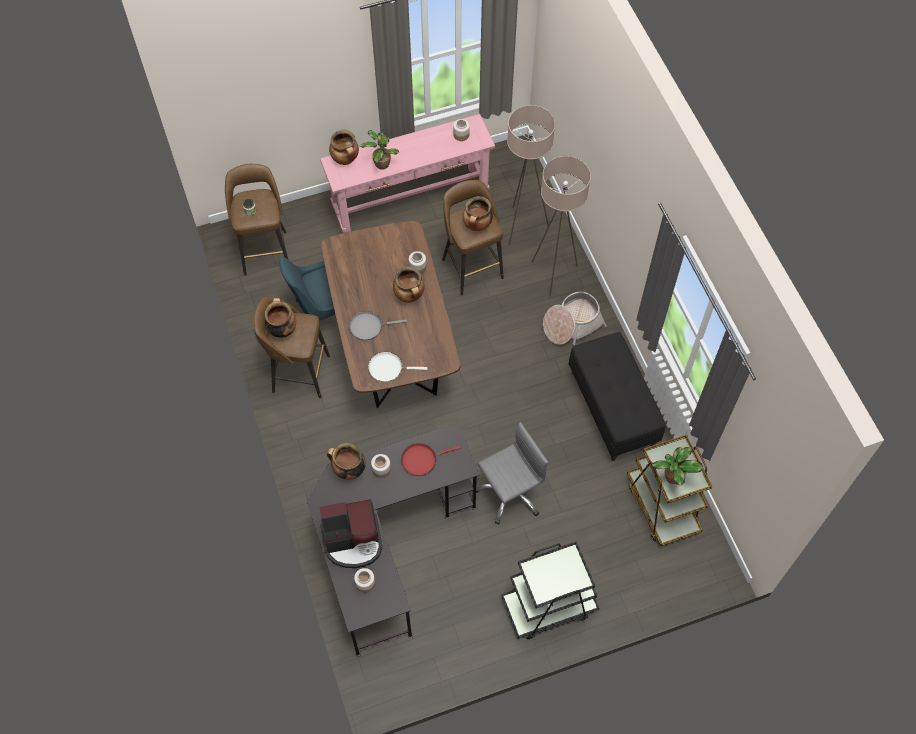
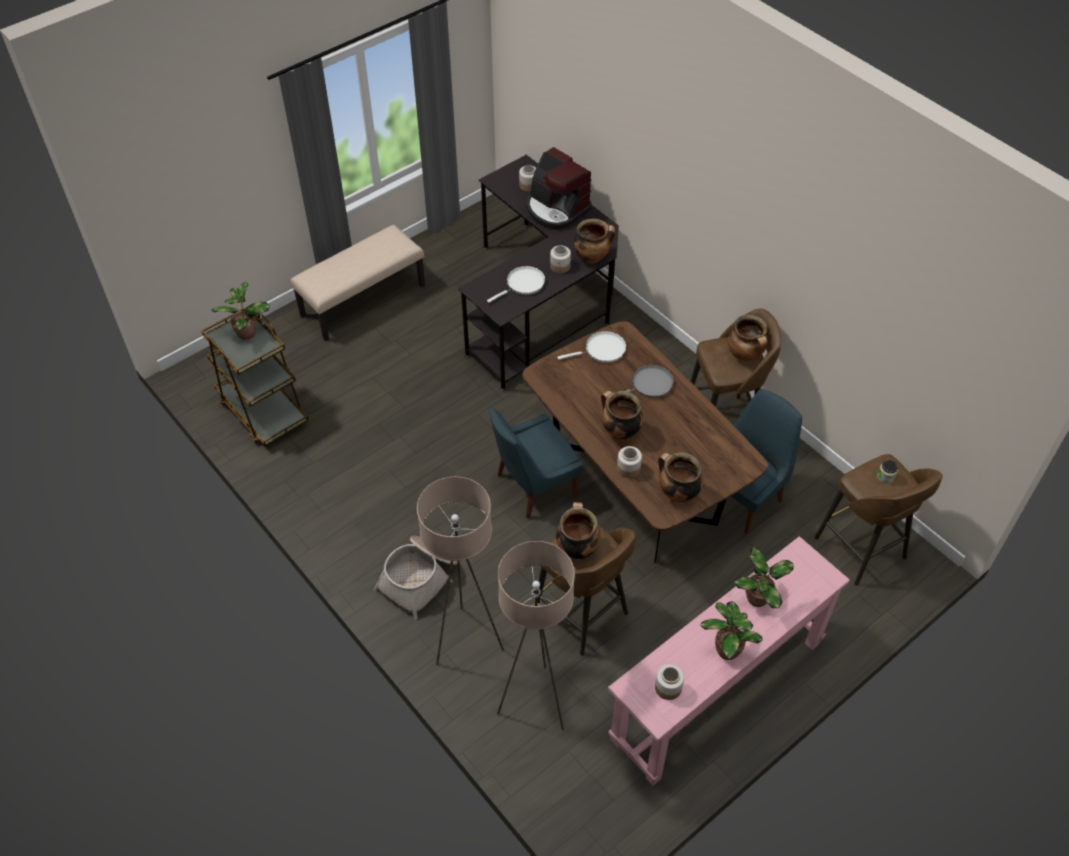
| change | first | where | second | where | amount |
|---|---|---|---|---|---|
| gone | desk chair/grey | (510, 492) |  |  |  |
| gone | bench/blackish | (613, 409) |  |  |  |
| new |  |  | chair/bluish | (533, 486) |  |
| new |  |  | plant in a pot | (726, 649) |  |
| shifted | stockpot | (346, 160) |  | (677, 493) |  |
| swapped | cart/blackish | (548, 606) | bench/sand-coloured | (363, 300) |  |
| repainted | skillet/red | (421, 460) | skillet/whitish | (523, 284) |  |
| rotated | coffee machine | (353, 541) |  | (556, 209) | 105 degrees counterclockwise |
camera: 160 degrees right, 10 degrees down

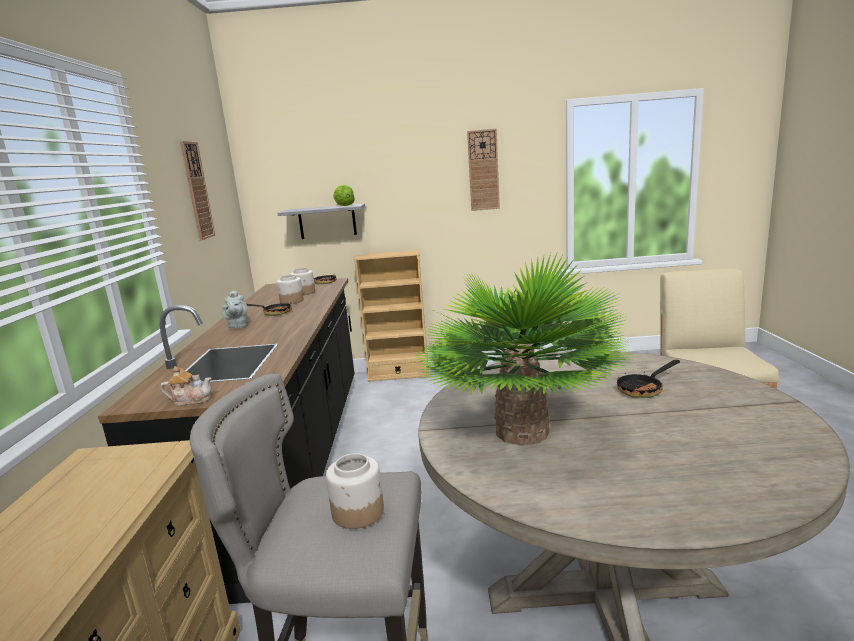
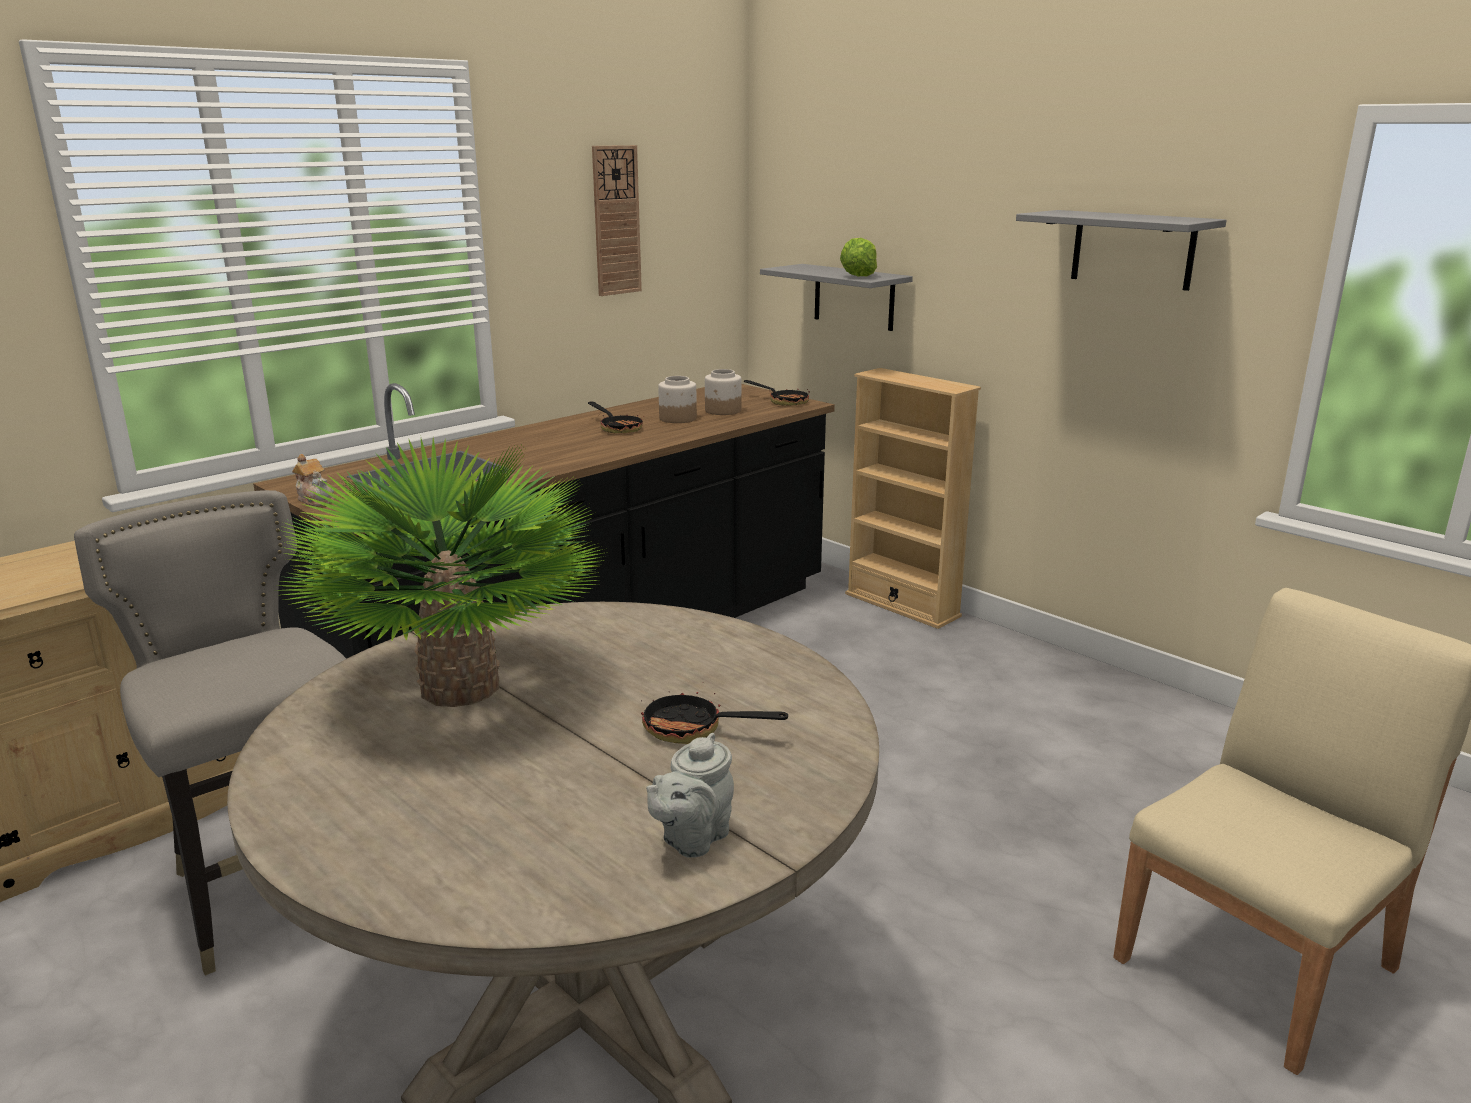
| change | first | where | second | where | amount |
|---|---|---|---|---|---|
| gone | jar | (358, 512) |  |  |  |
| shifted | tea pot/grey | (238, 326) |  | (692, 839) |  |
| swapped | wall clock | (483, 170) | bracket shelf/grey | (1132, 249) |  |
camera: 45 degrees right, 5 degrees up

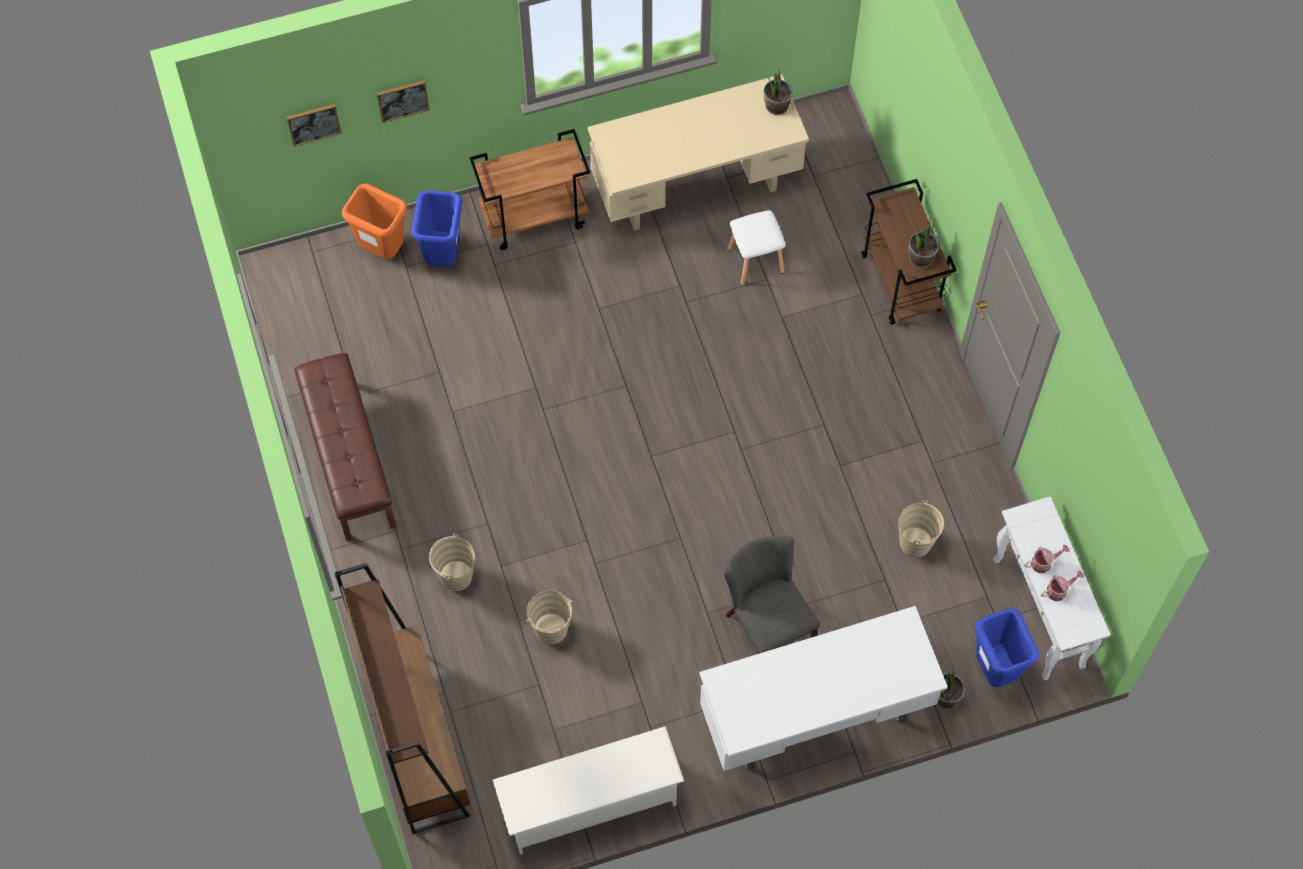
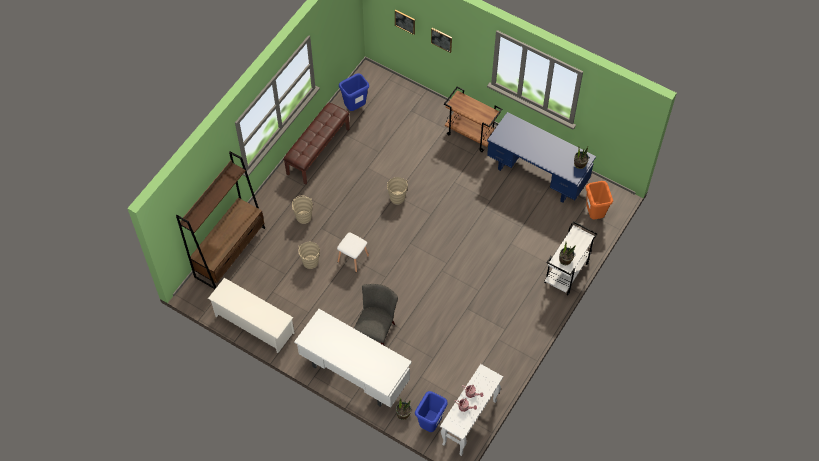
| change | first | where | second | where | amount |
|---|---|---|---|---|---|
| shifted | trash can/orange-coloured | (383, 250) |  | (594, 214) |  |
| shifted | trash can/bluish | (443, 256) |  | (355, 107) |  |
| shifted | stool/whitish | (754, 261) |  | (352, 258) |  |
| shifted | bucket/sand-coloured | (915, 543) |  | (397, 198) |  |
| repainted | desk table/sand-coloured | (696, 186) | desk table/bluish | (537, 175) |  |
| repainted | cart/brown | (901, 283) | cart/whitish | (566, 273) |  |
camera: 50 degrees right, 5 degrees down

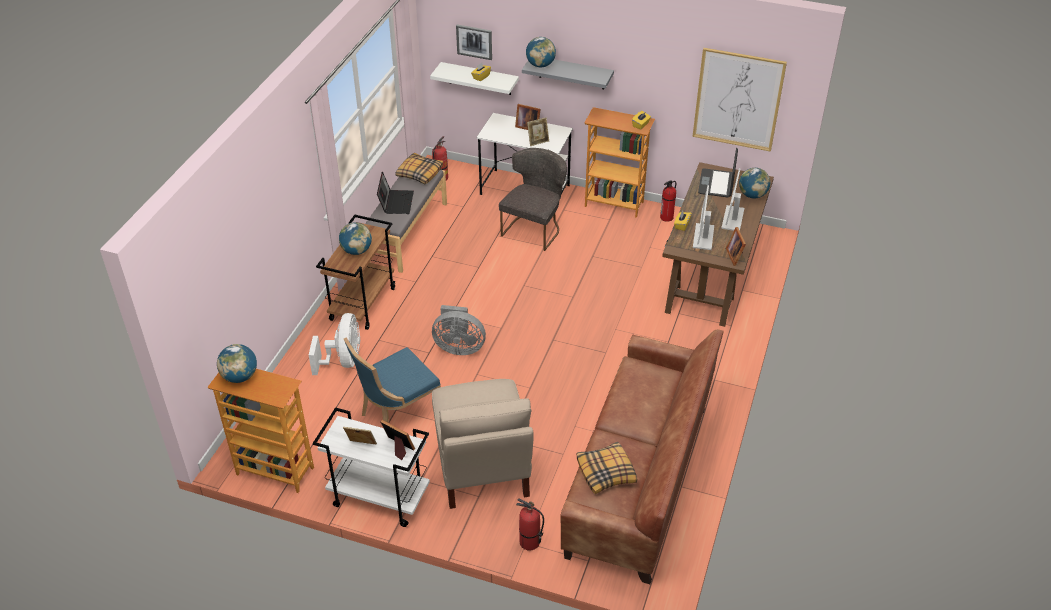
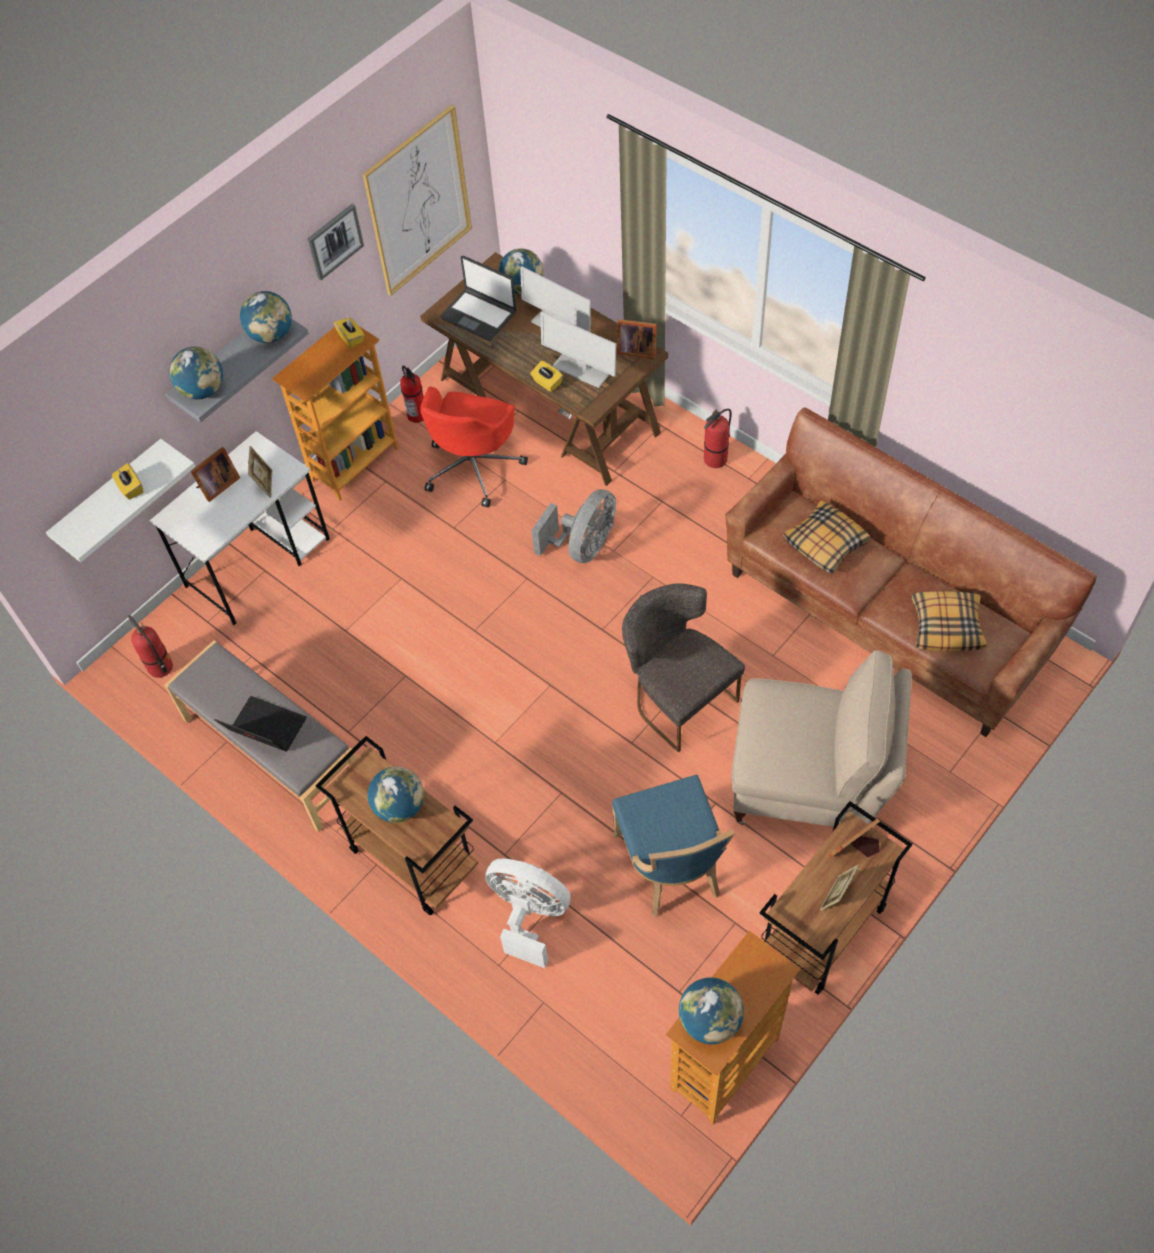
| change | first | where | second | where | amount |
|---|---|---|---|---|---|
| new |  |  | desk globe | (271, 334) |  |
| new |  |  | desk chair/red | (474, 466) |  |
| shifted | pillow | (419, 173) |  | (825, 543) |  |
| shifted | electric fan/grey | (459, 347) |  | (583, 547) |  |
| shifted | wall picture | (474, 41) |  | (334, 241) |  |
| shifted | chair/grey | (534, 228) |  | (677, 698) |  |
| shifted | fire-fighting cylinder | (529, 542) |  | (715, 459) |  |
| repainted | cart/whitish | (378, 498) | cart/brown | (822, 931) |  |
camera: 65 degrees left, 15 degrees up

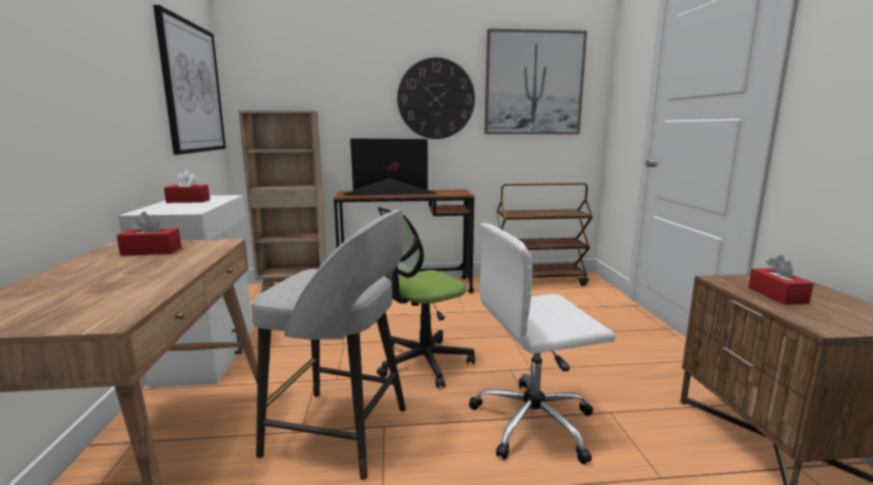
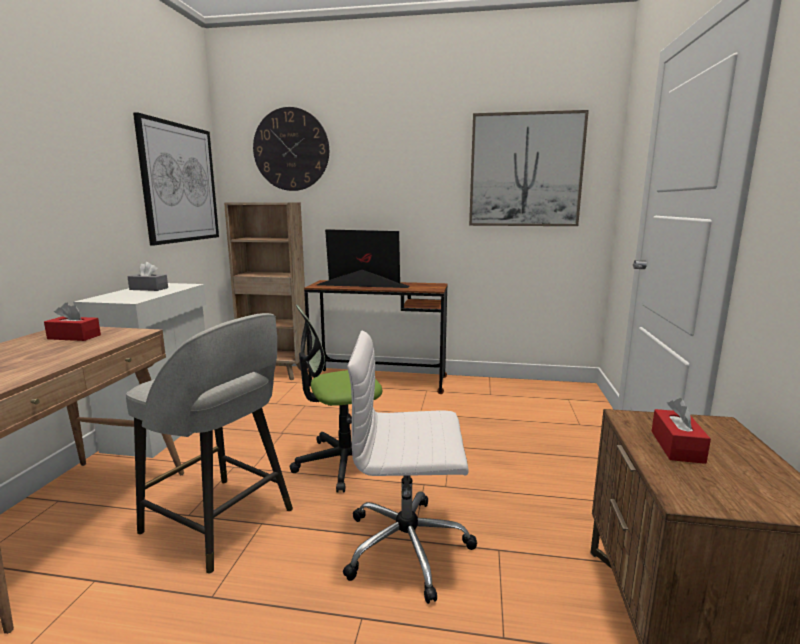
| change | first | where | second | where | amount |
|---|---|---|---|---|---|
| gone | cart/brown | (539, 281) |  |  |  |
| shifted | wall clock | (436, 99) |  | (291, 149) |  |
| repainted | box of tissues/red | (188, 201) | box of tissues/grey | (149, 289) |  |
camera: 15 degrees right, 0 degrees up

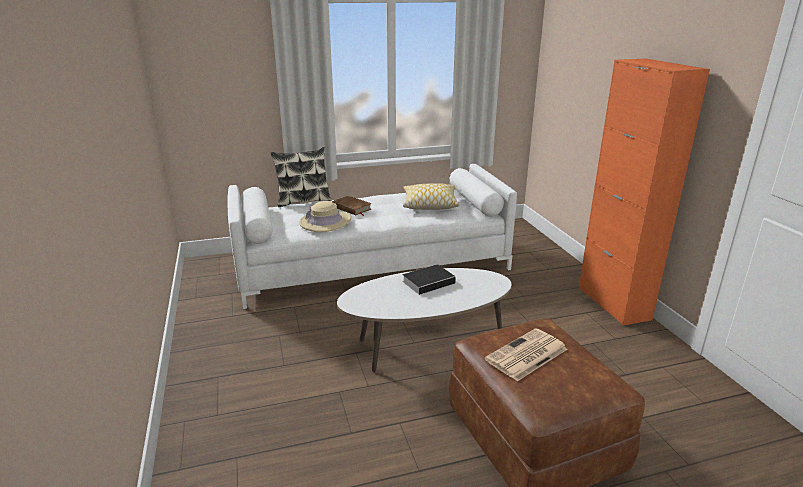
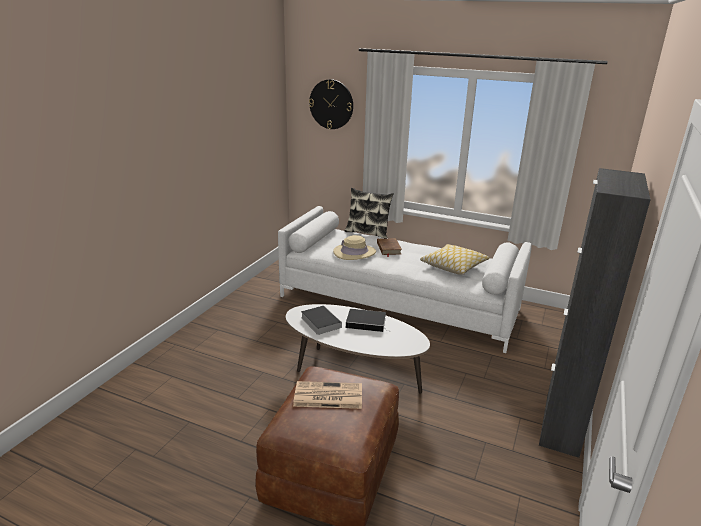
| change | first | where | second | where | amount |
|---|---|---|---|---|---|
| new |  |  | book | (319, 322) |  |
| new |  |  | wall clock | (331, 104) |  |
| repainted | cabinet/orange-coloured | (613, 303) | cabinet/blackish | (561, 424) |  |
camera: 40 degrees right, 0 degrees up

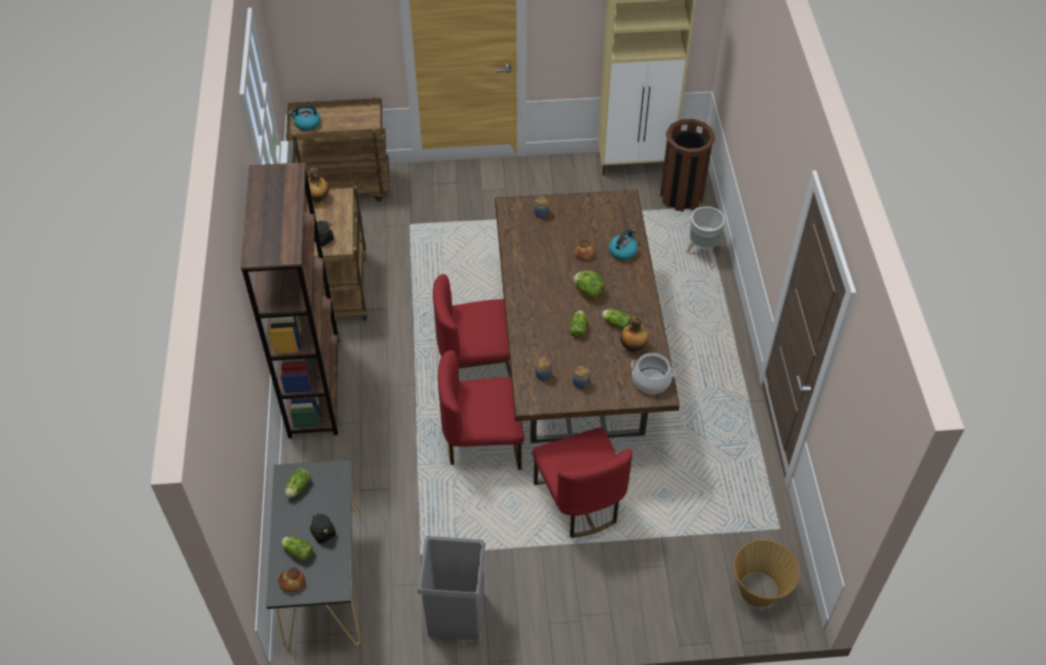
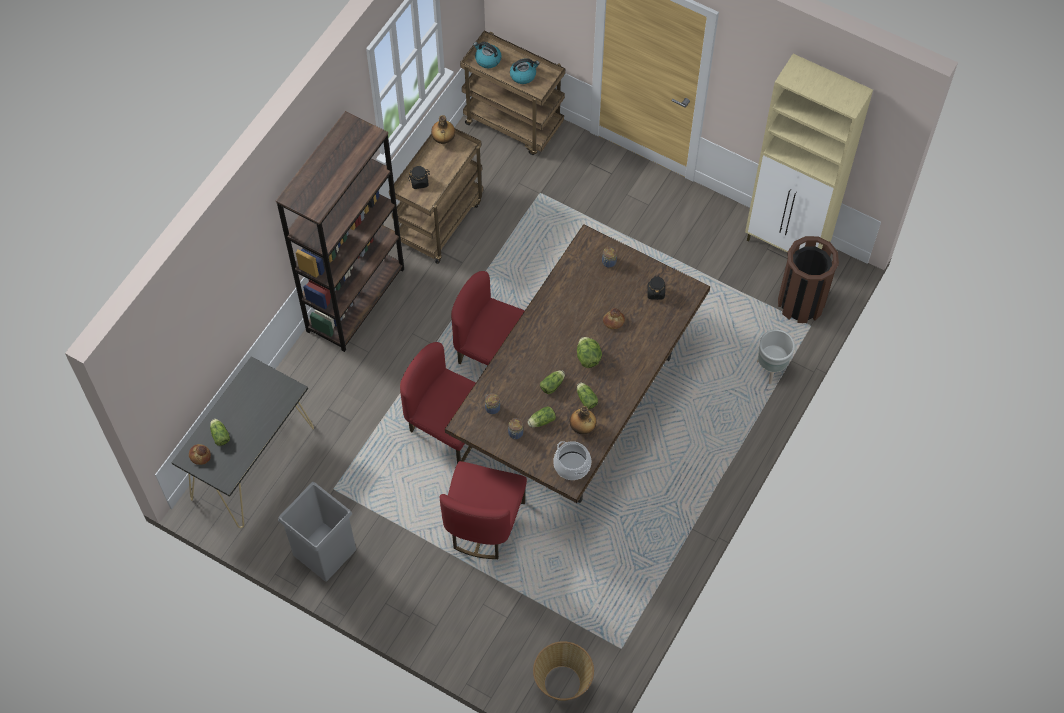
| change | first | where | second | where | amount |
|---|---|---|---|---|---|
| shifted | head of lettuce | (297, 488) |  | (541, 421) |  |
| shifted | jar/blackish | (323, 533) |  | (655, 292) |  |
| shifted | tea kettle | (623, 251) |  | (523, 75) |  |
camera: 35 degrees right, 10 degrees up

